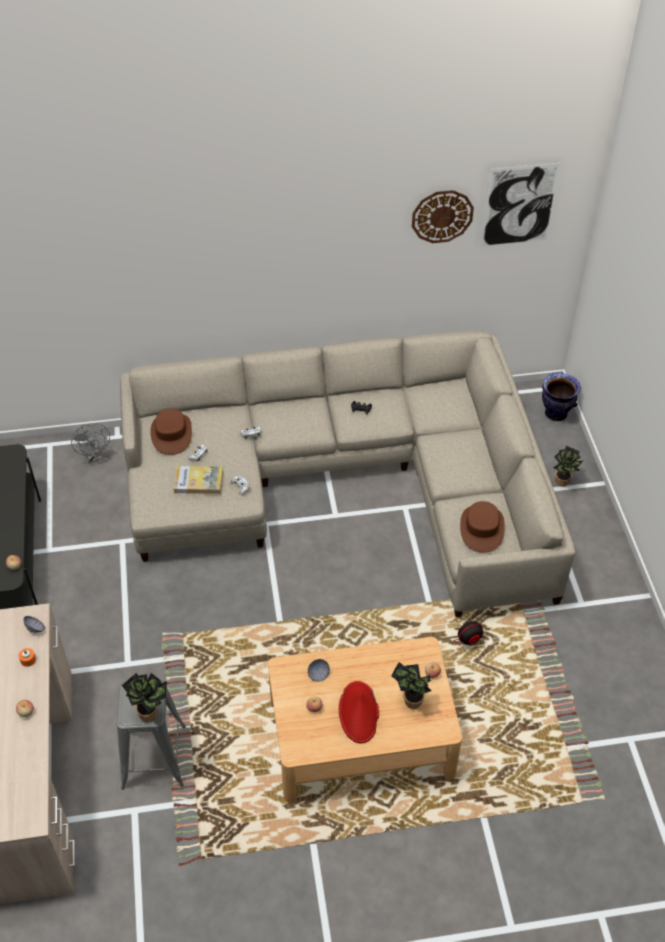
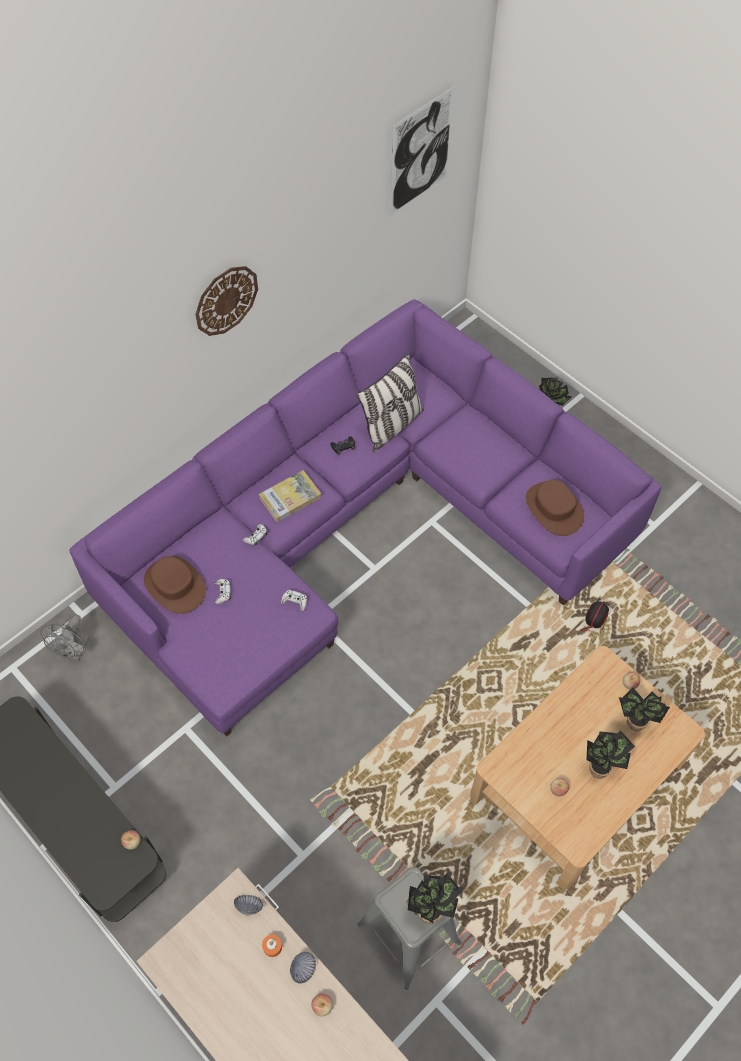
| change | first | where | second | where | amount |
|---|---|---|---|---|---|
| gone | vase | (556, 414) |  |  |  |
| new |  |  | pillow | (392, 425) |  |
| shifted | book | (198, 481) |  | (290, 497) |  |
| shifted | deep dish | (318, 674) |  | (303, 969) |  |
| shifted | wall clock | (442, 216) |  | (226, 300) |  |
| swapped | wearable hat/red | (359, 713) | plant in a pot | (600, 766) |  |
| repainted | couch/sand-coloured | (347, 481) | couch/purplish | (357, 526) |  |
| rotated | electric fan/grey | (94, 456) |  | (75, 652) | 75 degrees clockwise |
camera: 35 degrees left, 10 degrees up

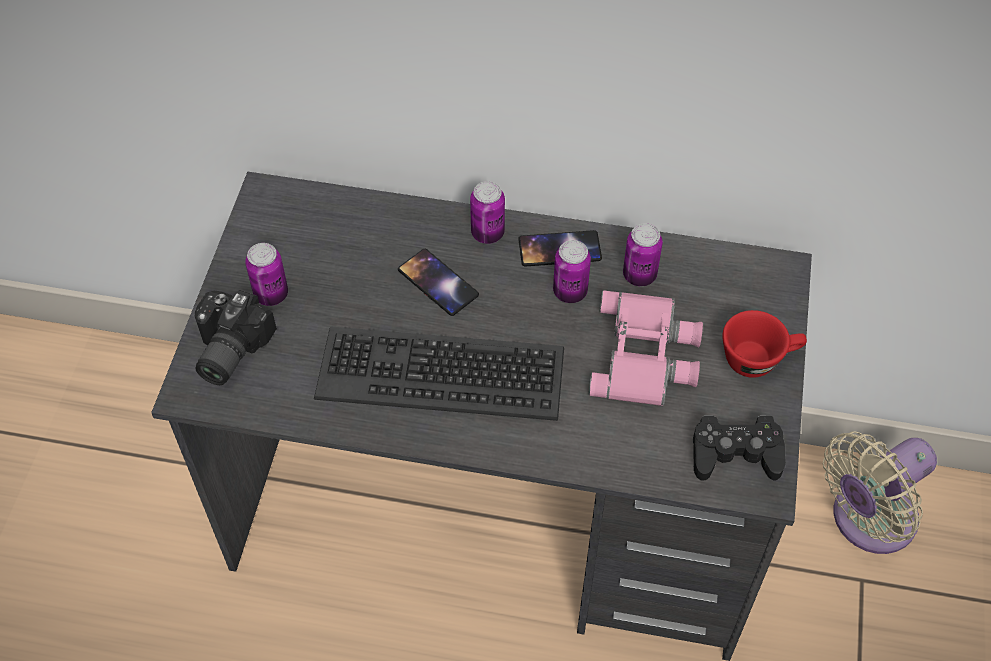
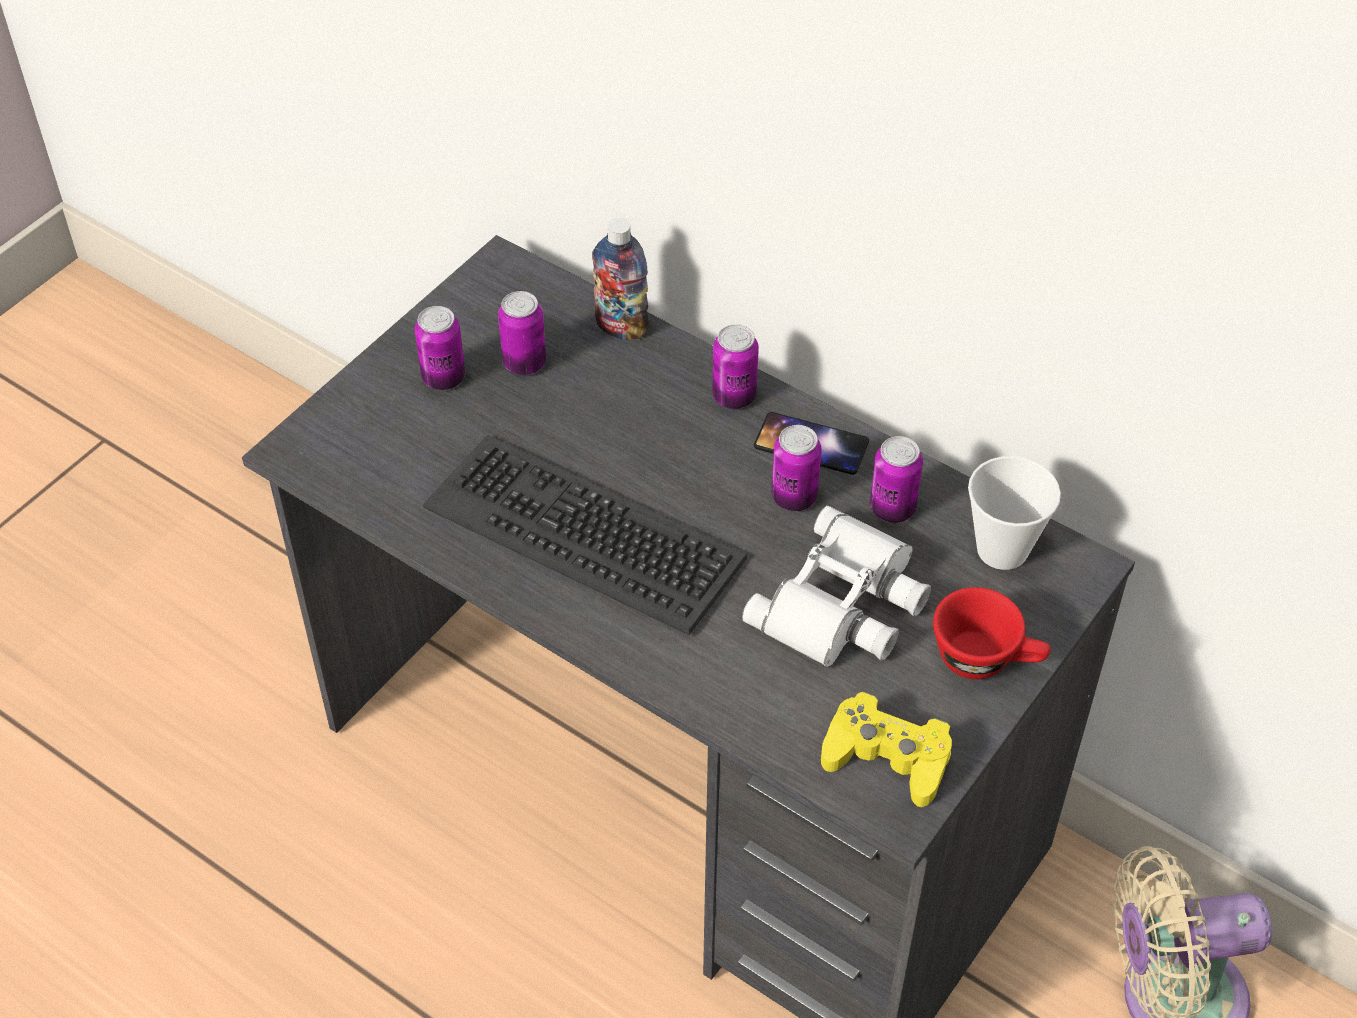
| change | first | where | second | where | amount |
|---|---|---|---|---|---|
| gone | photo camera | (226, 350) |  |  |  |
| gone | phone | (438, 283) |  |  |  |
| new |  |  | sealed can | (524, 363) |  |
| new |  |  | drink bottle | (621, 327) |  |
| new |  |  | cup | (1002, 549) |  |
| repainted | binoculars/pinkish | (646, 356) | binoculars/whitish | (844, 604) |  |
| repainted | joypad/blackish | (735, 453) | joypad/yellow | (887, 757) |  |
camera: 25 degrees right, 5 degrees down

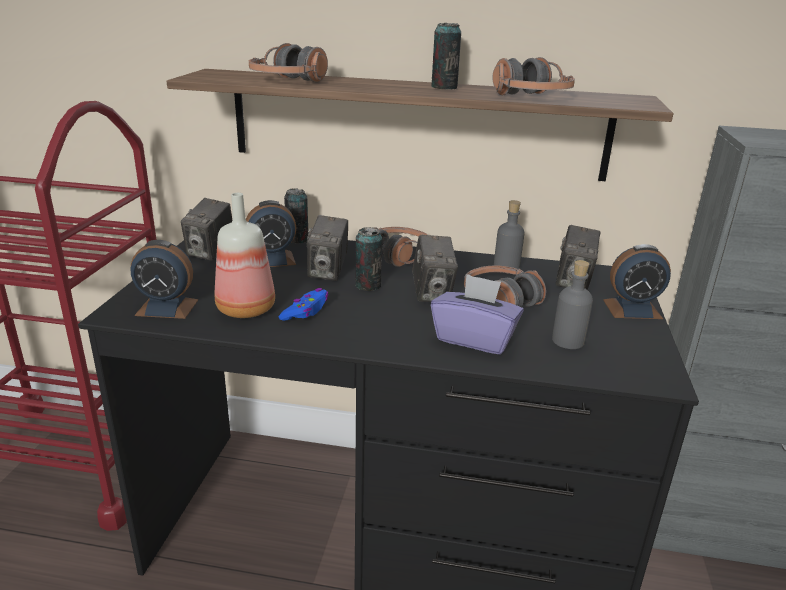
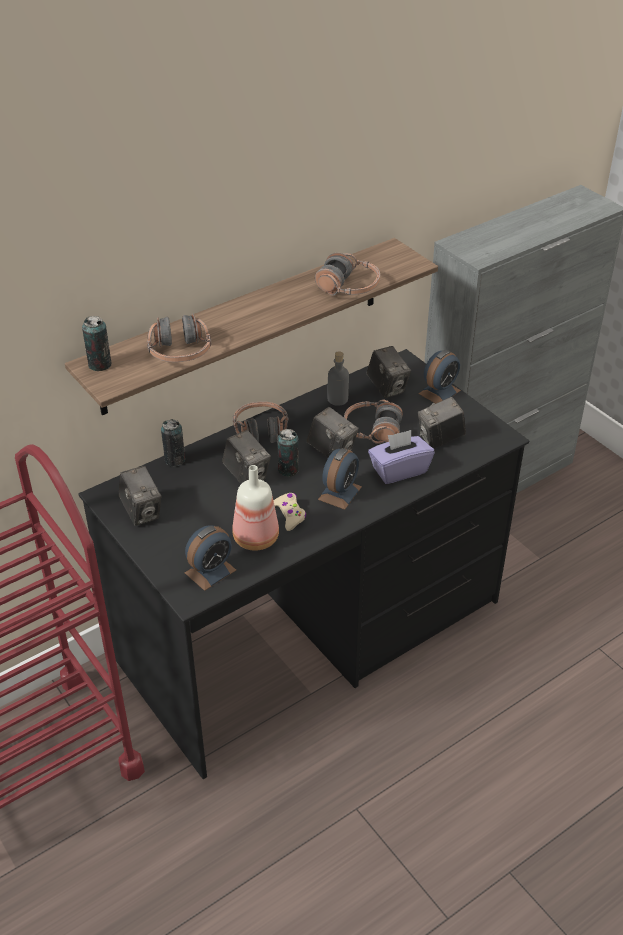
| change | first | where | second | where | amount |
|---|---|---|---|---|---|
| shifted | alarm clock | (272, 259) |  | (340, 493) |  |
| shifted | sealed can | (444, 87) |  | (100, 364) |  |
| swapped | drink bottle/grey | (568, 341) | photo camera | (440, 439) |  |
| repainted | joypad/bluish | (306, 311) | joypad/sand-coloured | (289, 515) |  |
camera: 45 degrees left, 15 degrees up

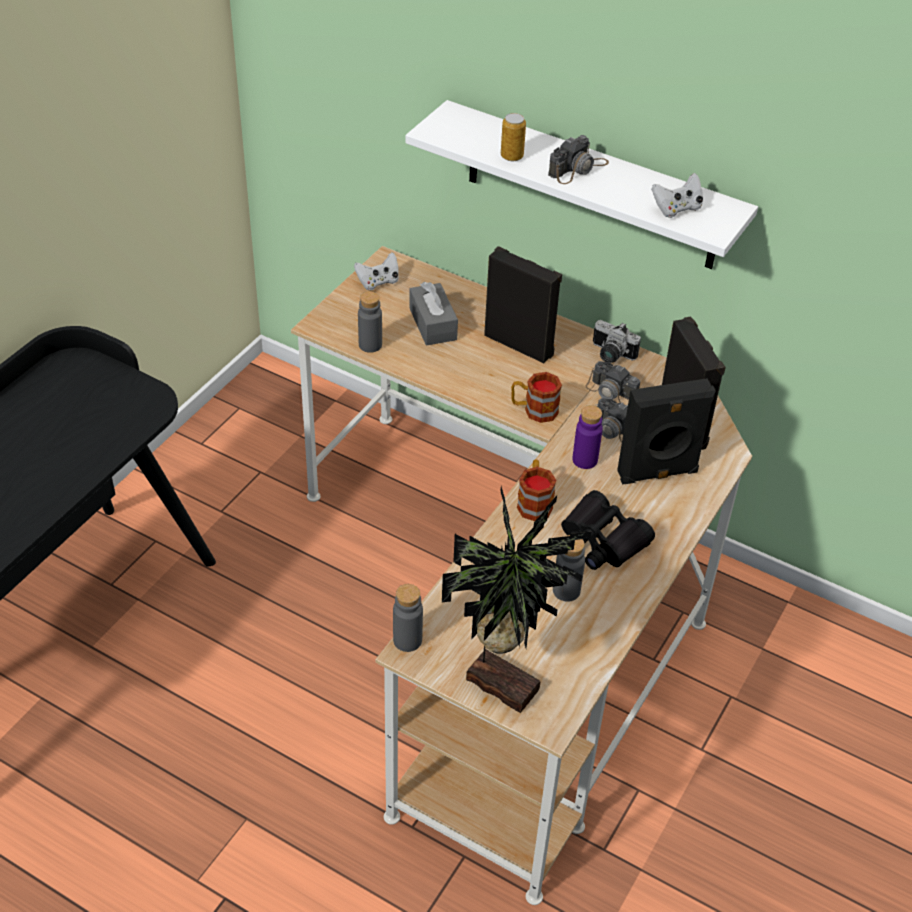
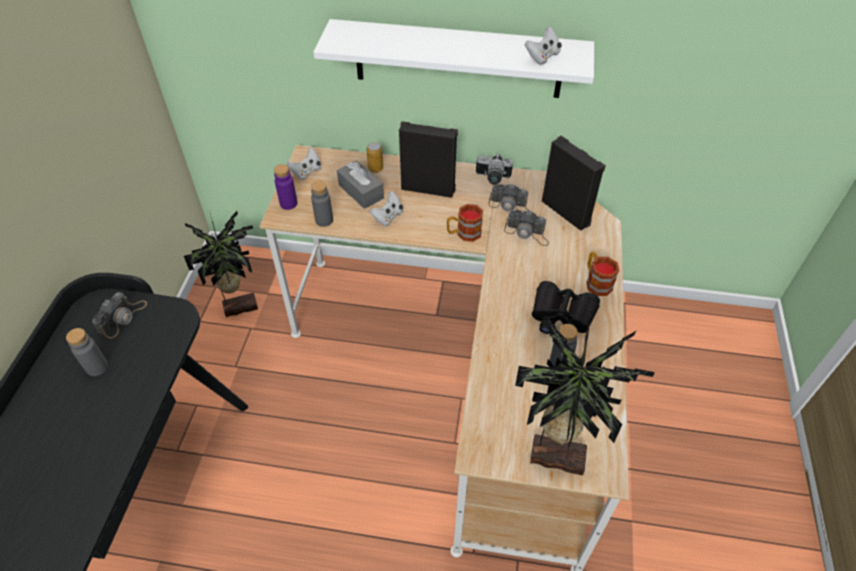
| change | first | where | second | where | amount |
|---|---|---|---|---|---|
| gone | audio speaker/blackish | (658, 474) |  |  |  |
| new |  |  | plant in a pot | (239, 306) |  |
| new |  |  | joypad/whitish | (388, 217) |  |
| shifted | drink bottle/grey | (407, 640) |  | (97, 367) |  |
| shifted | sealed can | (512, 156) |  | (375, 169) |  |
| shifted | coffee mug | (534, 501) |  | (596, 281) |  |
| shifted | photo camera | (578, 168) |  | (123, 317) |  |
| shifted | drink bottle/purplish | (585, 460) |  | (288, 203) |  |
camera: 20 degrees left, 5 degrees up

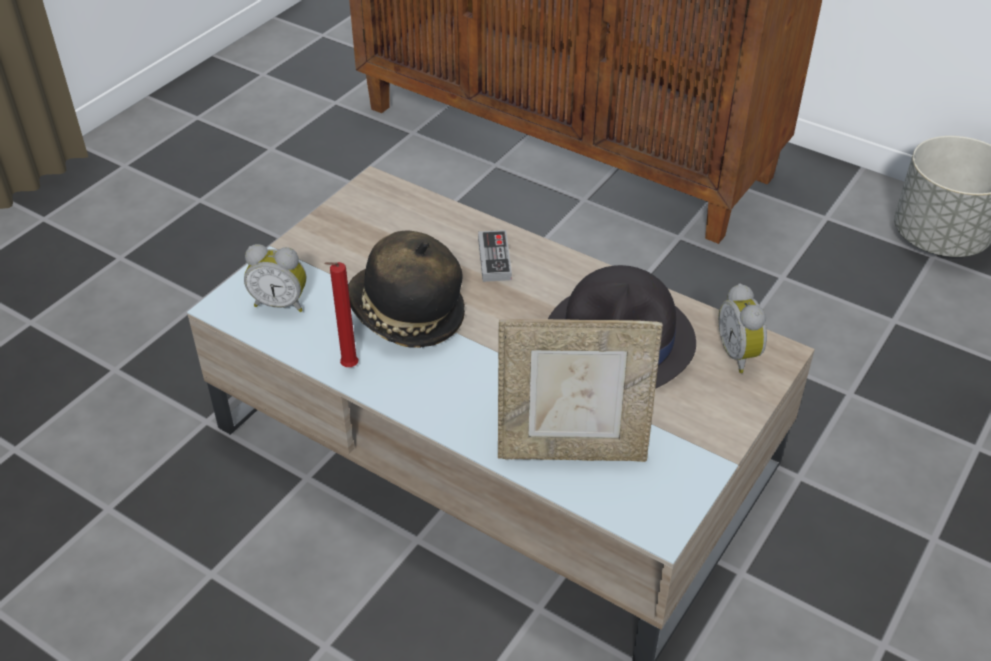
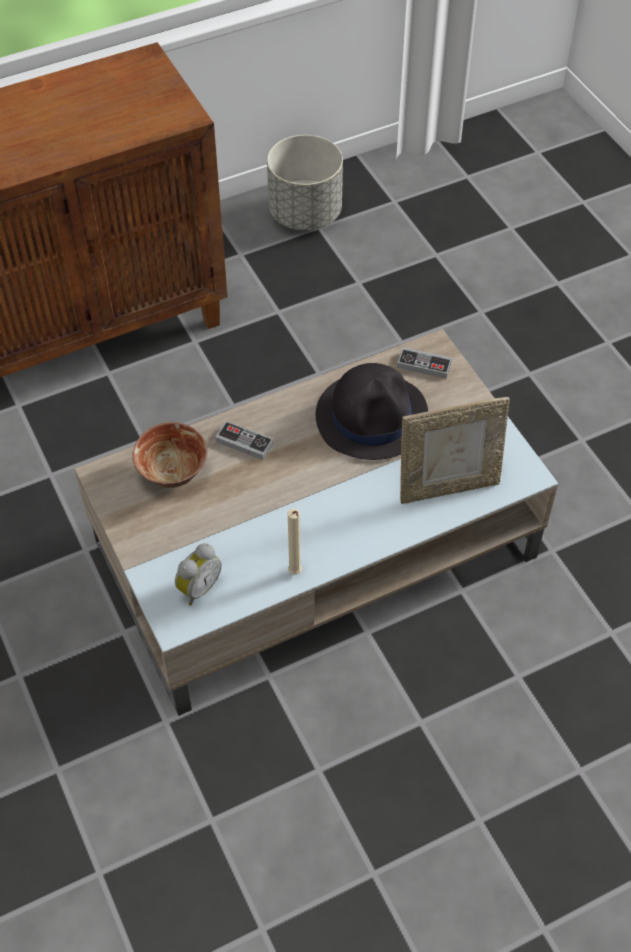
| change | first | where | second | where | amount |
|---|---|---|---|---|---|
| gone | wearable hat | (406, 315) |  |  |  |
| new |  |  | deep dish | (173, 474) |  |
| swapped | alarm clock | (740, 354) | joypad | (424, 365) |  |
| repainted | candle/red | (347, 368) | candle/sand-coloured | (295, 574) |  |
| rotated | picture frame | (572, 450) |  | (448, 487) | 45 degrees clockwise |
camera: 60 degrees left, 10 degrees up

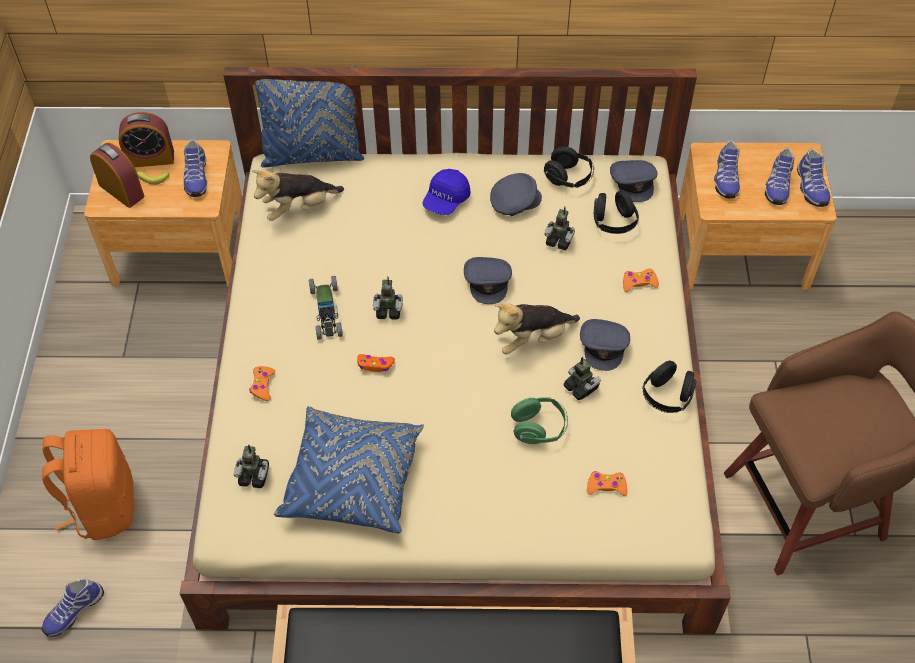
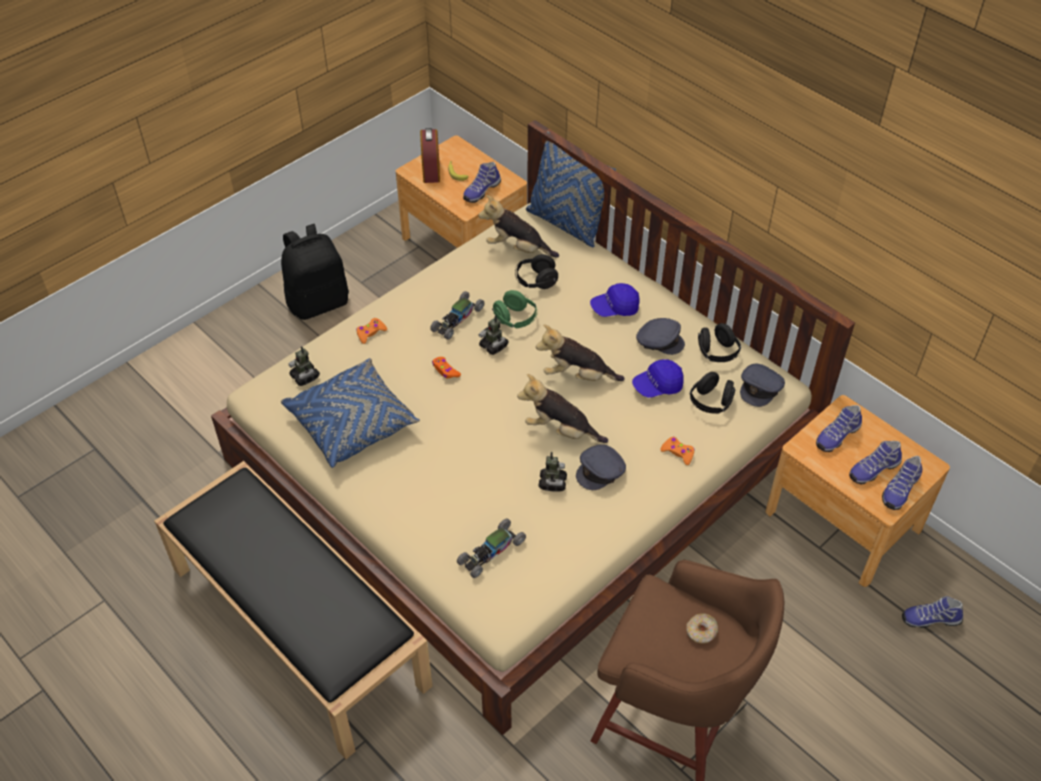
| change | first | where | second | where | amount |
|---|---|---|---|---|---|
| gone | rucksack/orange-coloured | (103, 505) |  |  |  |
| gone | alarm clock | (150, 158) |  |  |  |
| new |  |  | rucksack/blackish | (318, 302) |  |
| new |  |  | doughnut | (701, 632) |  |
| shifted | shoe | (73, 610) |  | (930, 618) |  |
| shifted | pair of headphones/greenish | (539, 428) |  | (515, 319) |  |
| shifted | pair of headphones/blackish | (667, 396) |  | (535, 281) |  |
| swapped | cap/grey | (488, 281) | cuddly toy | (577, 376) |  |
| swapped | toy robot | (559, 240) | cap/bluish | (657, 386) |  |
| swapped | joypad/orange-coloured | (606, 486) | toy car | (491, 552) |  |
camera: 45 degrees right, 5 degrees down

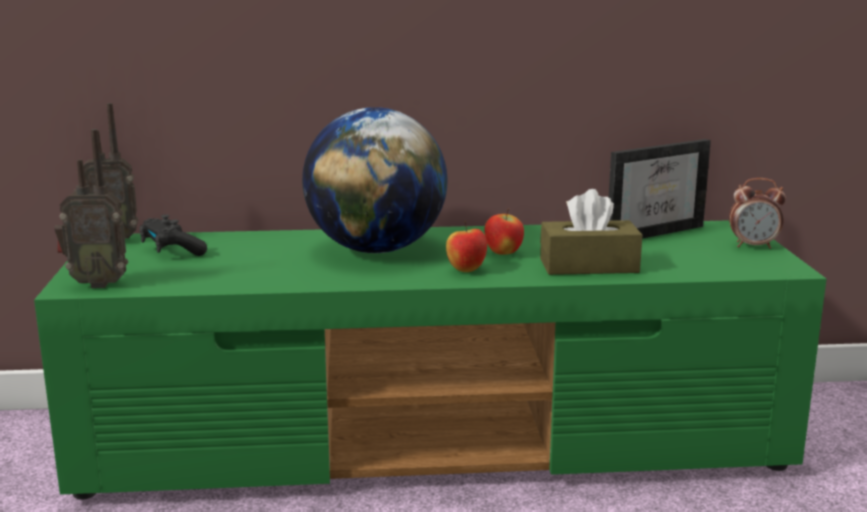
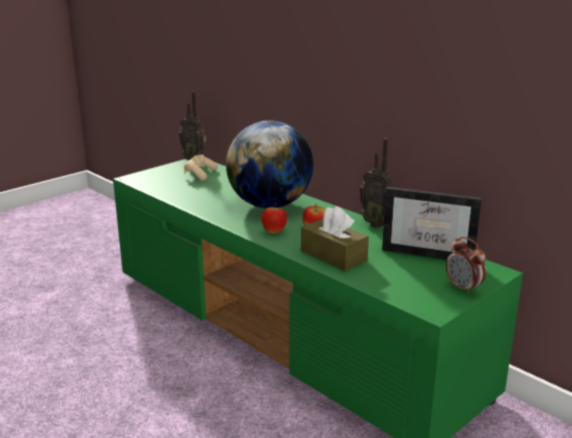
| change | first | where | second | where | amount |
|---|---|---|---|---|---|
| shifted | radio | (97, 283) |  | (376, 224) |  |
| repainted | joypad/blackish | (172, 251) | joypad/sand-coloured | (200, 174) |  |
camera: 50 degrees right, 5 degrees up

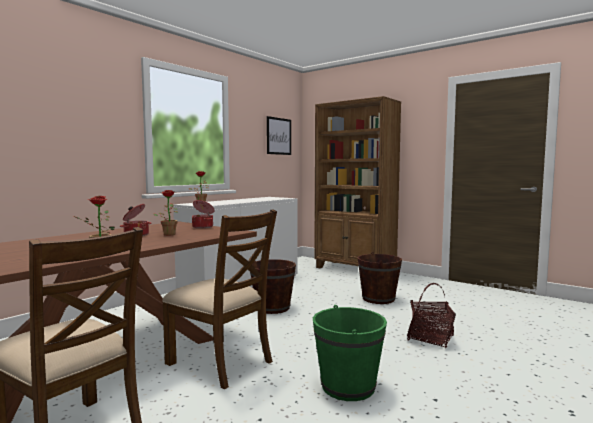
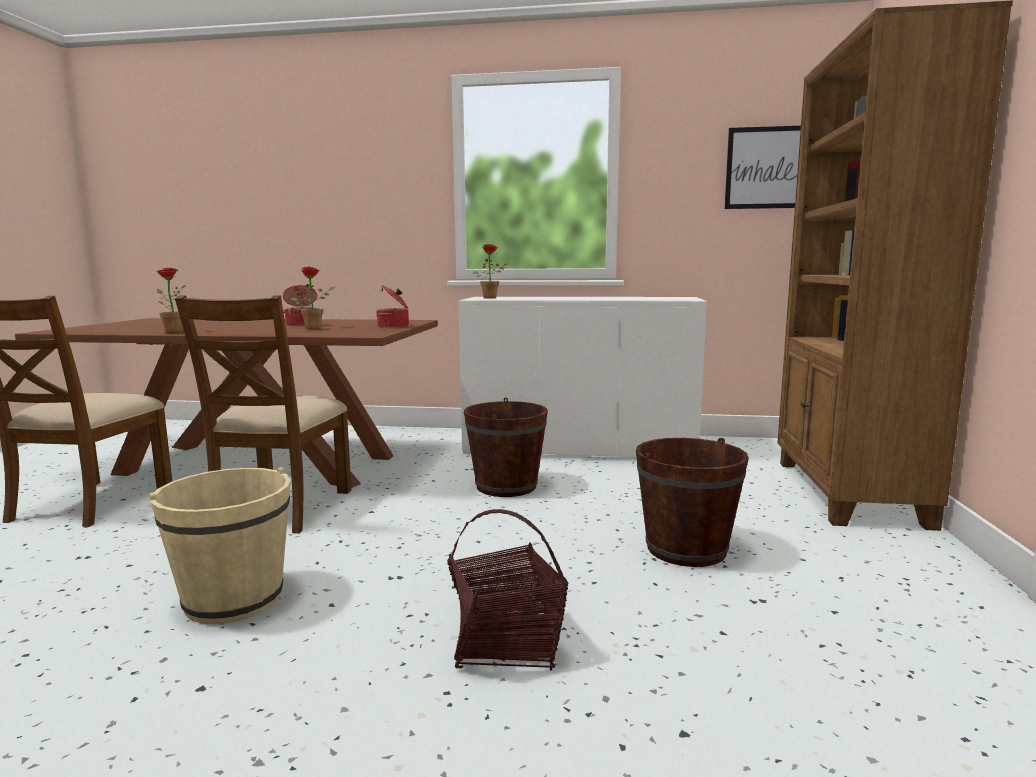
| change | first | where | second | where | amount |
|---|---|---|---|---|---|
| repainted | bucket/greenish | (348, 386) | bucket/sand-coloured | (234, 599) |  |
camera: 60 degrees right, 5 degrees up

